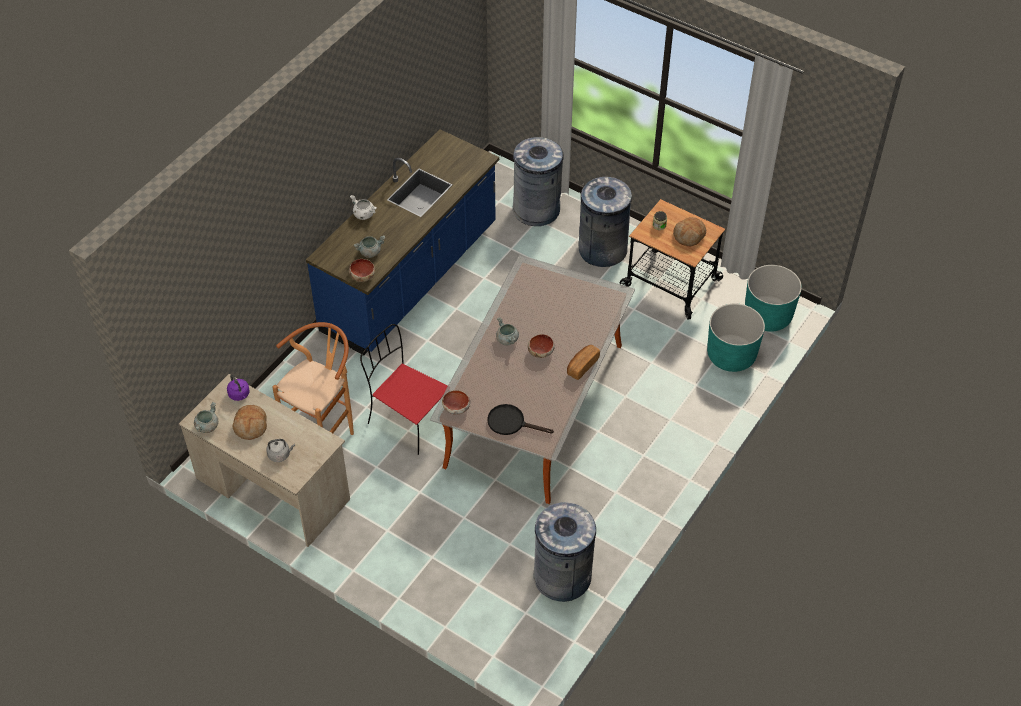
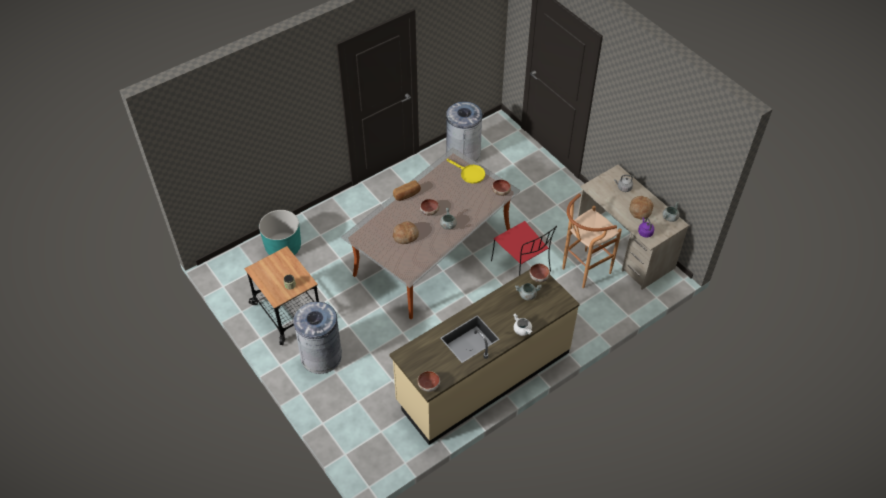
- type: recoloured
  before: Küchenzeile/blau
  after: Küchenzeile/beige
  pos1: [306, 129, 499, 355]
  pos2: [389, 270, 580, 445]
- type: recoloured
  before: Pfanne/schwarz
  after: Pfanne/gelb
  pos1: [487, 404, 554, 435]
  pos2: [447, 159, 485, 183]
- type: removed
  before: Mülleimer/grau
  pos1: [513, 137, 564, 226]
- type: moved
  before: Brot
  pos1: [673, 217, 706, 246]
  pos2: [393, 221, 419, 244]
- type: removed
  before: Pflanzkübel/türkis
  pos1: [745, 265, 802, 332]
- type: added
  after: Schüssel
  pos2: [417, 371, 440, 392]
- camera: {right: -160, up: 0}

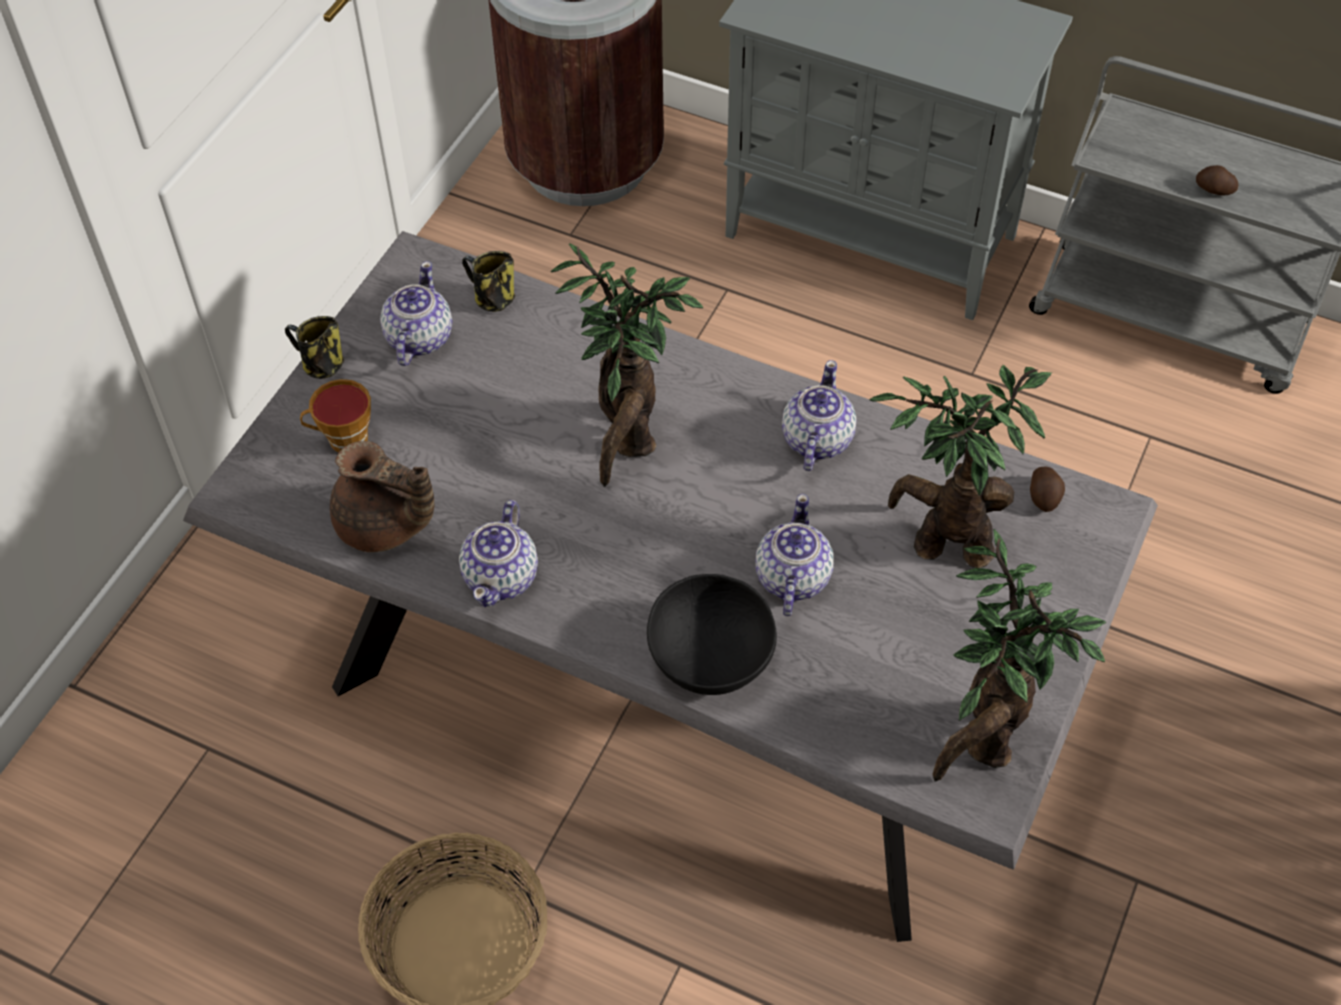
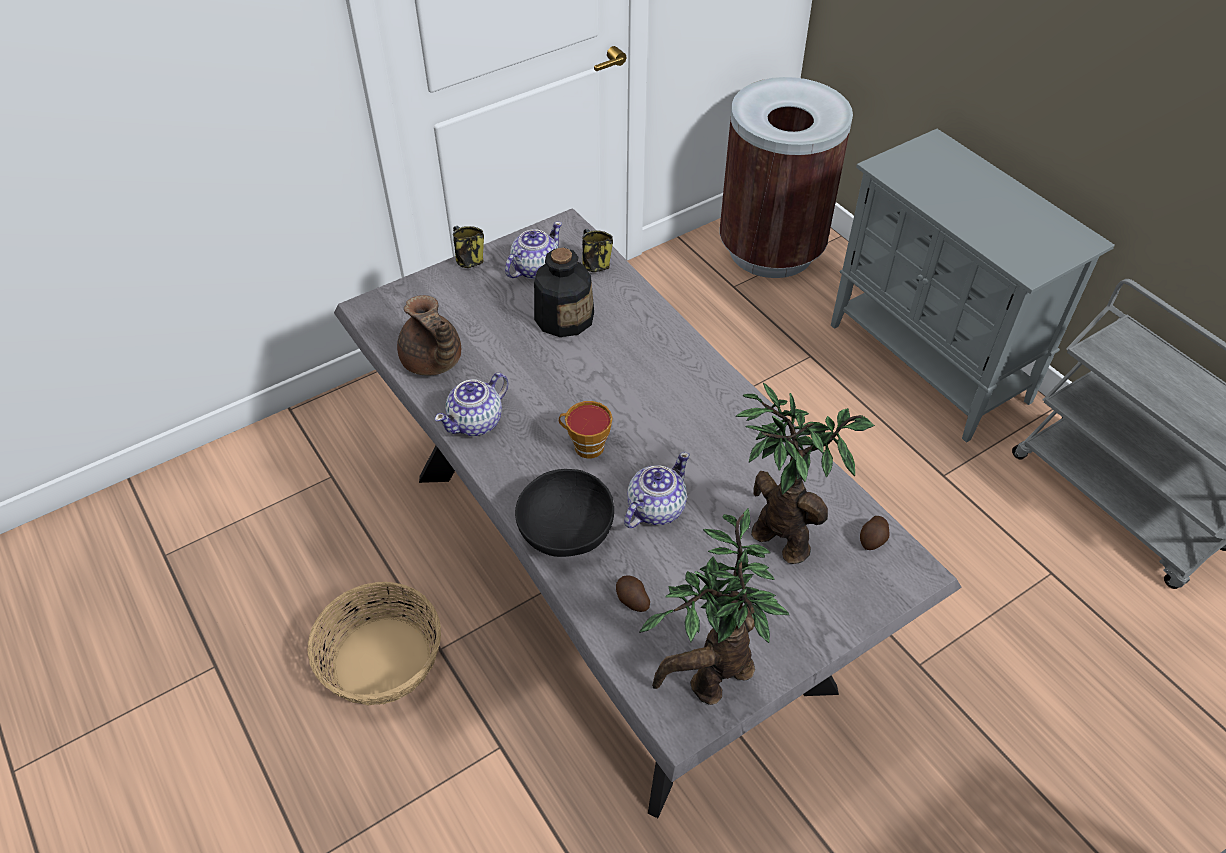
- type: moved
  before: Tasse
  pos1: [300, 379, 371, 452]
  pos2: [559, 401, 613, 459]
- type: removed
  before: Topfpflanze
  pos1: [551, 243, 703, 487]
- type: removed
  before: Teekanne
  pos1: [782, 360, 856, 471]
- type: moved
  before: Kartoffel
  pos1: [1196, 165, 1239, 195]
  pos2: [616, 575, 650, 612]
- type: added
  after: Flasche
  pos2: [534, 248, 594, 337]
- camera: {right: 30, up: -5}

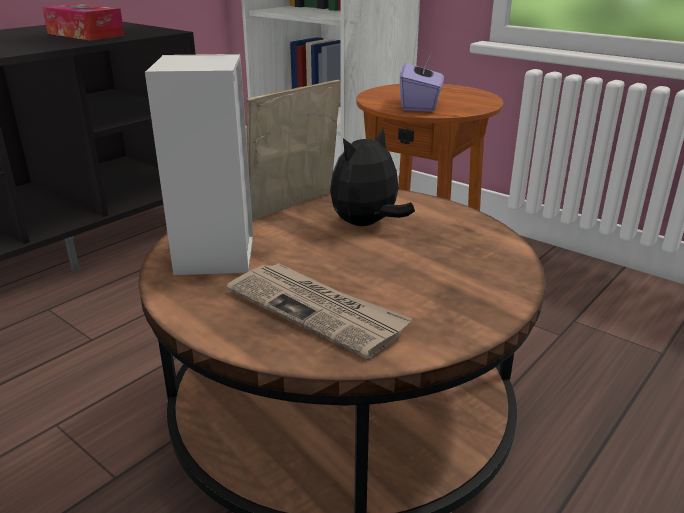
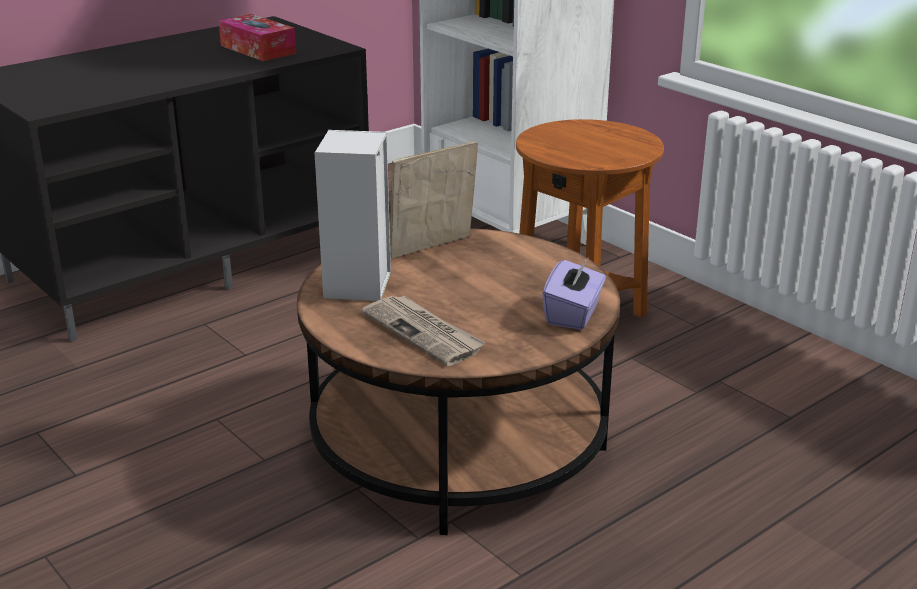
- type: removed
  before: Plüschtier
  pos1: [330, 127, 415, 226]
- type: moved
  before: Taschentuchbox/lila
  pos1: [400, 54, 444, 112]
  pos2: [542, 257, 606, 330]
- camera: {right: 10, up: 0}

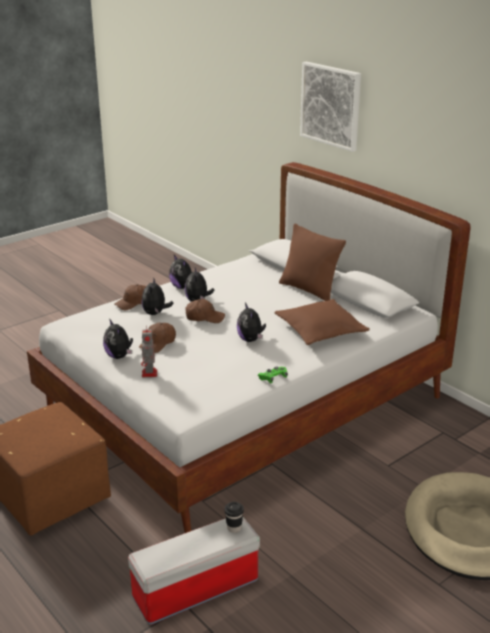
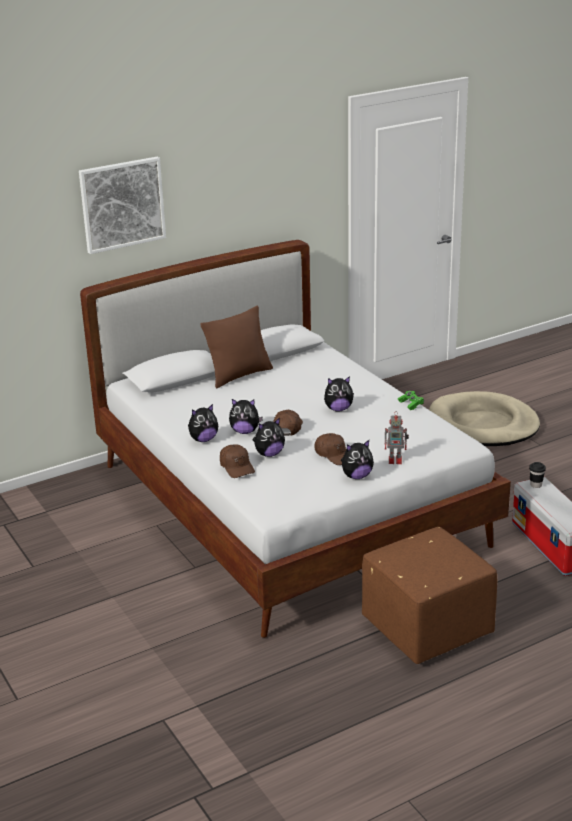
- type: turned
  before: Plüschtier
  pos1: [142, 277, 174, 315]
  pos2: [253, 418, 285, 457]
  turn: -45
- type: removed
  before: Kissen/braun
  pos1: [274, 299, 370, 345]
- camera: {right: -80, up: 0}

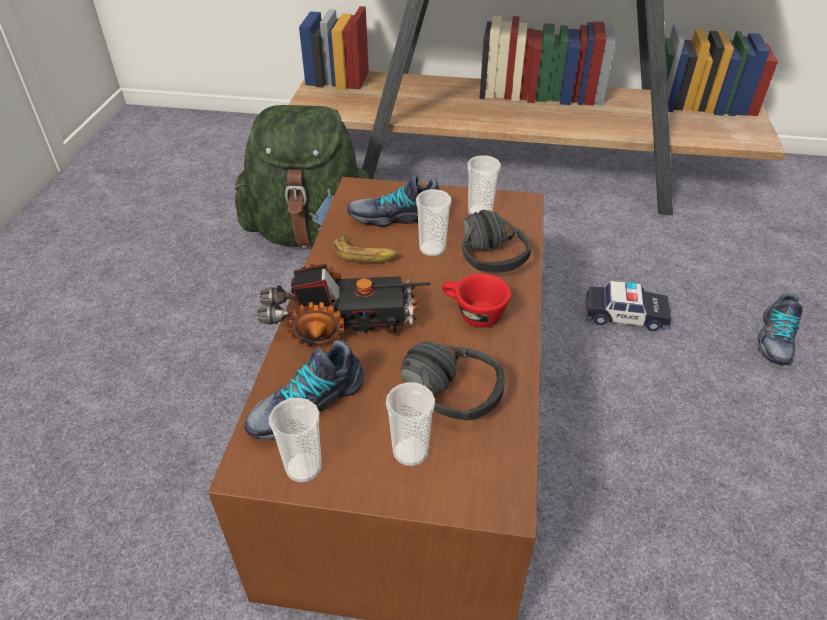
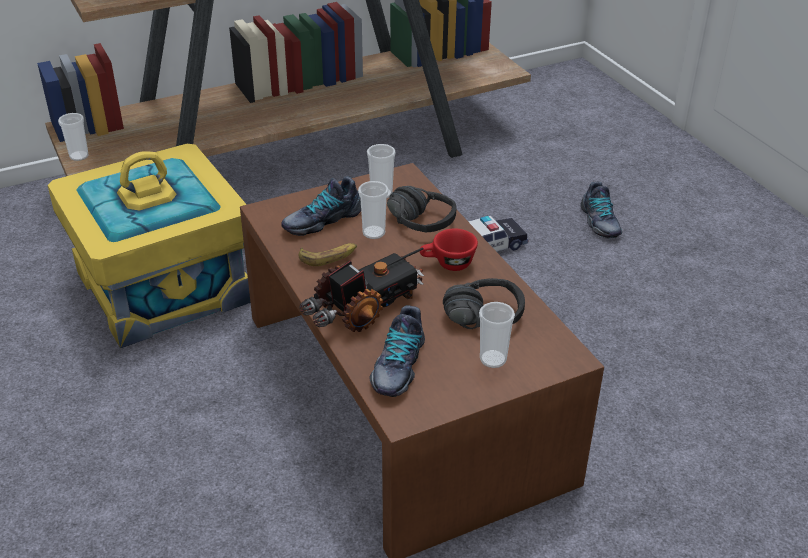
- type: replaced
  before: Rucksack/grün
  after: Aufbewahrungsbox/gelb
  pos1: [235, 105, 370, 248]
  pos2: [48, 144, 251, 348]
- type: moved
  before: Tasse
  pos1: [269, 397, 322, 482]
  pos2: [58, 113, 89, 161]
- camera: {right: -35, up: -5}

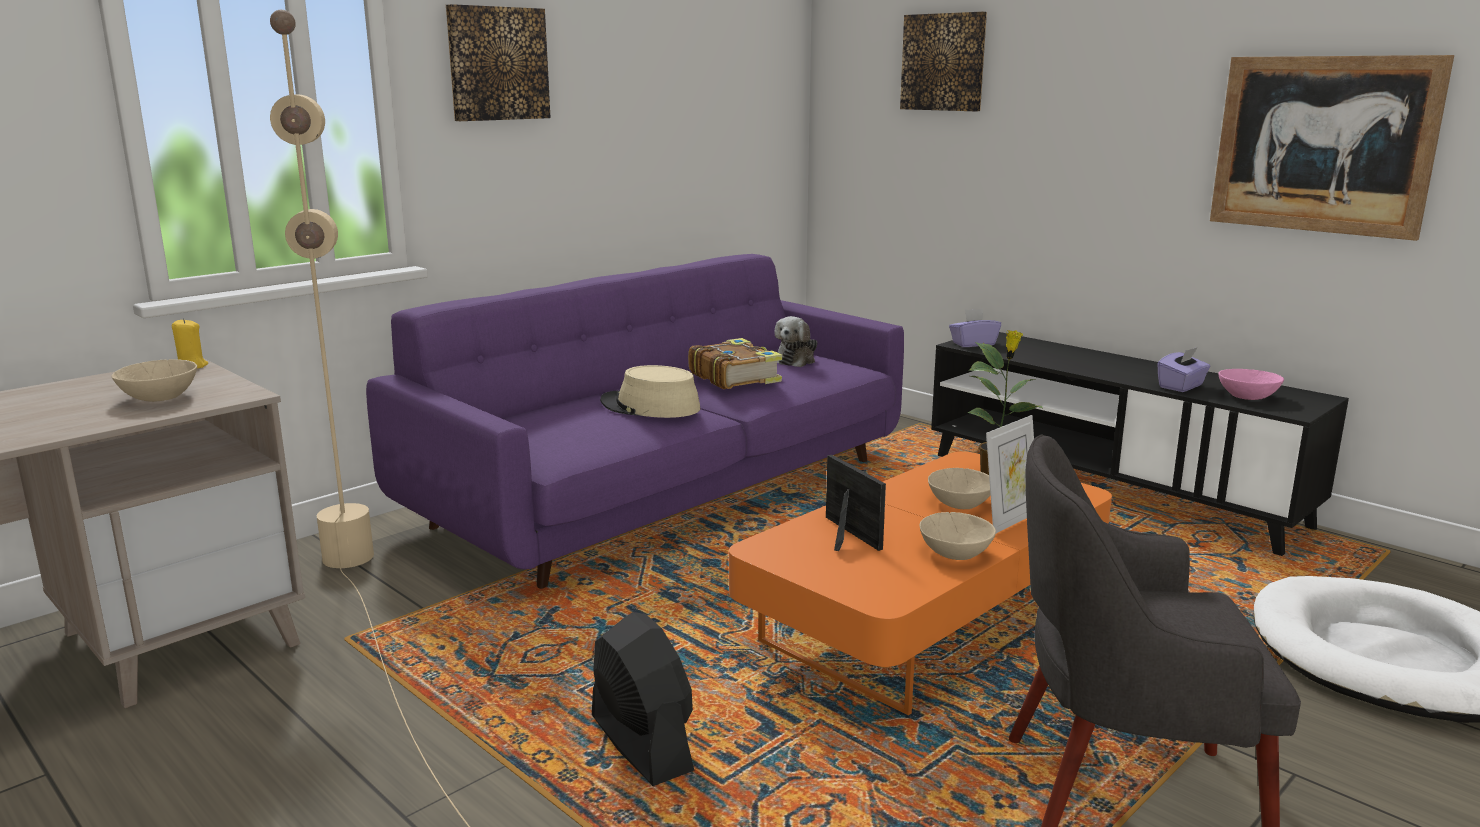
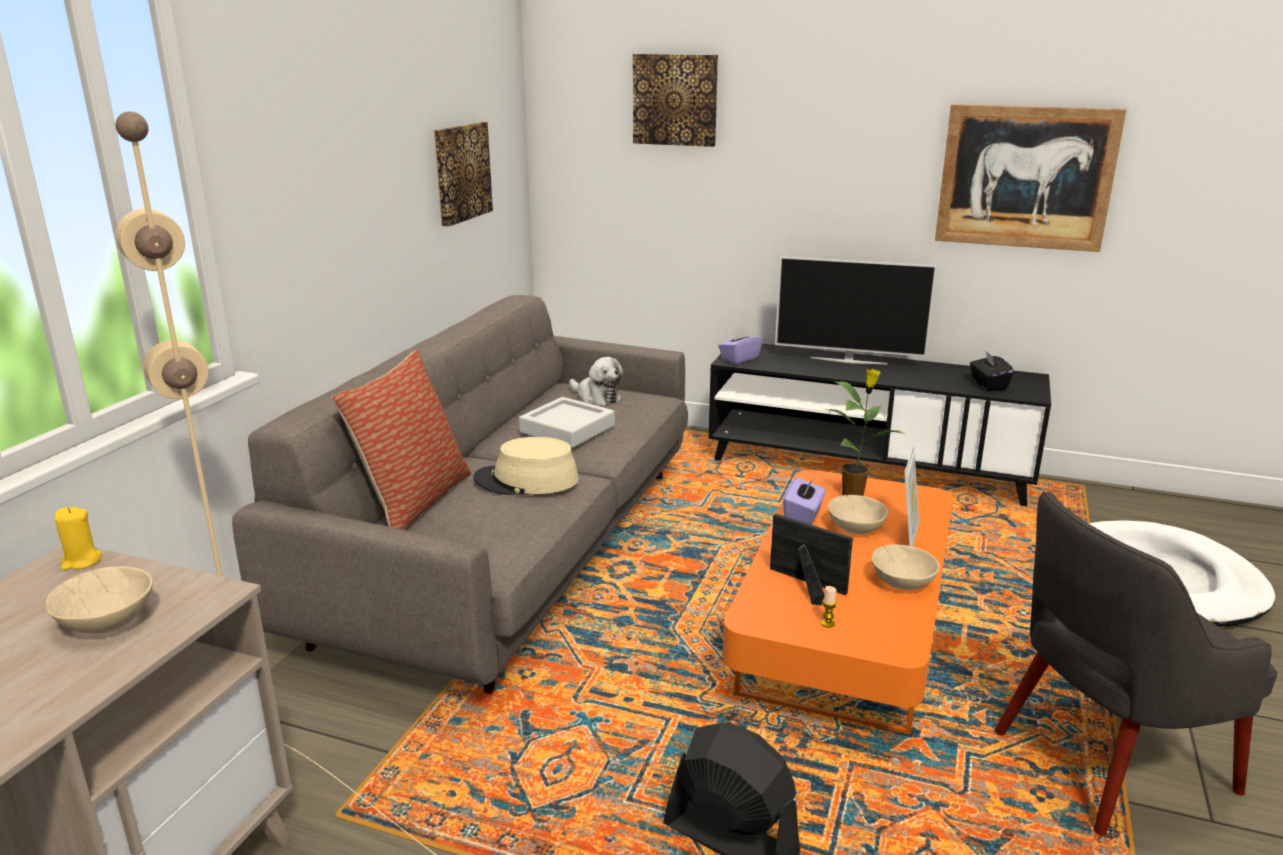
- type: recoloured
  before: Sofa/lila
  after: Sofa/grau
  pos1: [366, 254, 904, 589]
  pos2: [232, 295, 688, 694]
- type: moved
  before: Bild
  pos1: [446, 4, 551, 121]
  pos2: [434, 122, 493, 227]
- type: replaced
  before: Buch
  after: Tablett/grau
  pos1: [688, 338, 782, 389]
  pos2: [519, 397, 615, 448]
- type: turned
  before: Plüschtier
  pos1: [775, 316, 817, 367]
  pos2: [569, 357, 623, 405]
  turn: -45
- type: moved
  before: Taschentuchbox/lila
  pos1: [1157, 347, 1210, 392]
  pos2: [783, 476, 826, 525]
- type: replaced
  before: Schüssel/rosa
  after: Taschentuchbox/schwarz
  pos1: [1218, 369, 1284, 400]
  pos2: [970, 351, 1014, 390]
- type: added
  after: Kissen
  pos2: [331, 350, 471, 530]
- type: added
  after: Fernseher
  pos2: [775, 256, 937, 364]
- type: added
  after: Kerze
  pos2: [821, 586, 837, 628]
- camera: {right: -25, up: 5}

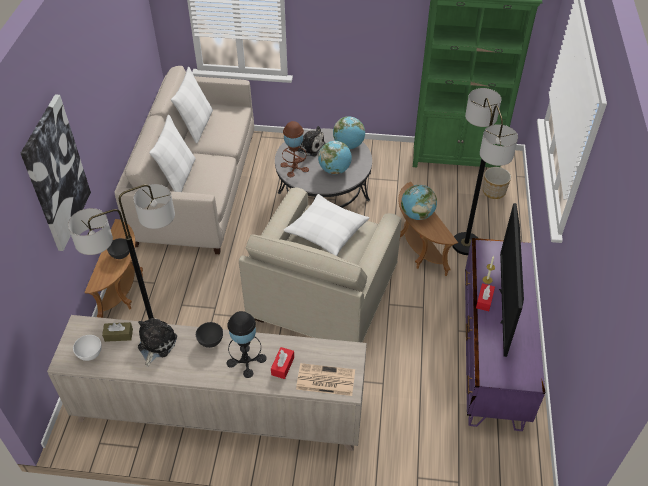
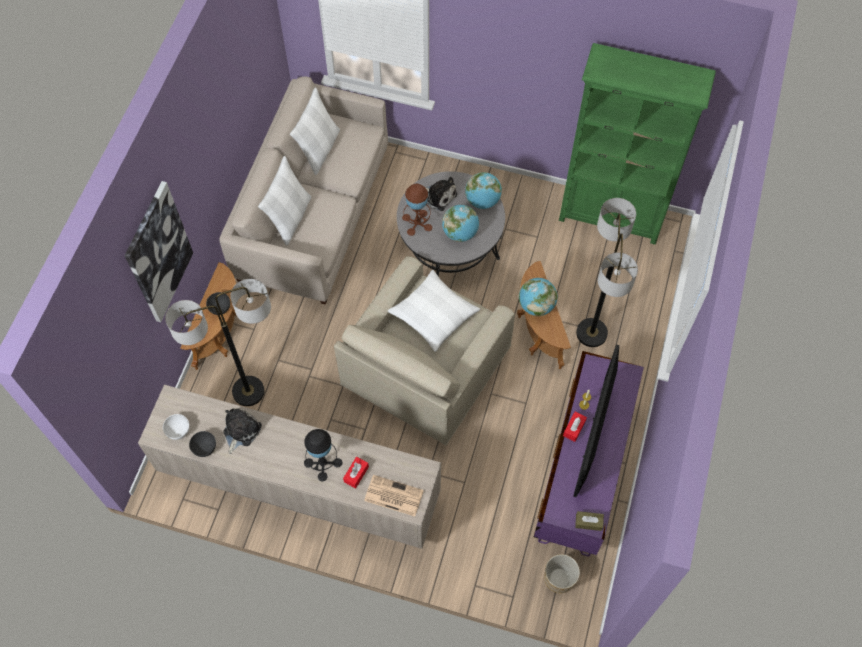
- type: moved
  before: Taschentuchbox/braun
  pos1: [102, 322, 133, 342]
  pos2: [575, 511, 604, 531]
- type: moved
  before: Schüssel/grau
  pos1: [196, 322, 223, 348]
  pos2: [189, 431, 216, 457]
- type: moved
  before: Pflanzkübel
  pos1: [483, 167, 511, 199]
  pos2: [544, 554, 580, 593]
- camera: {right: 10, up: 15}

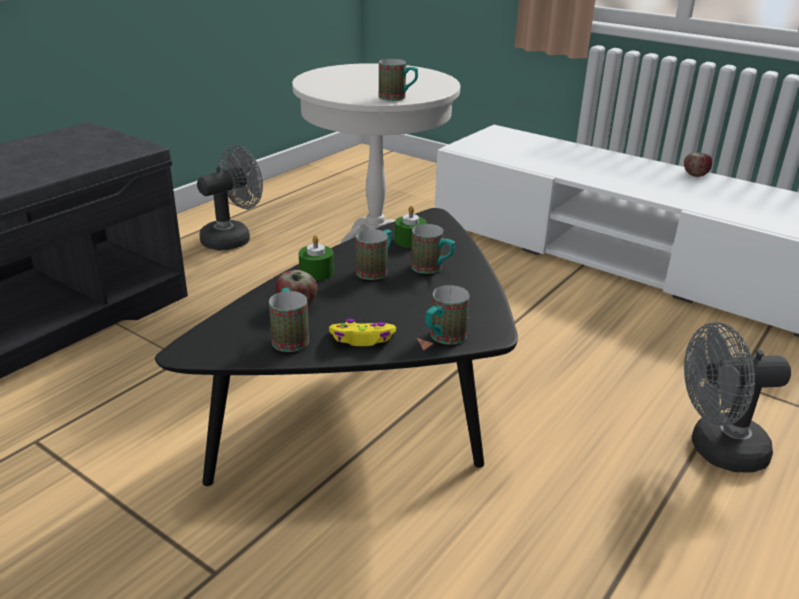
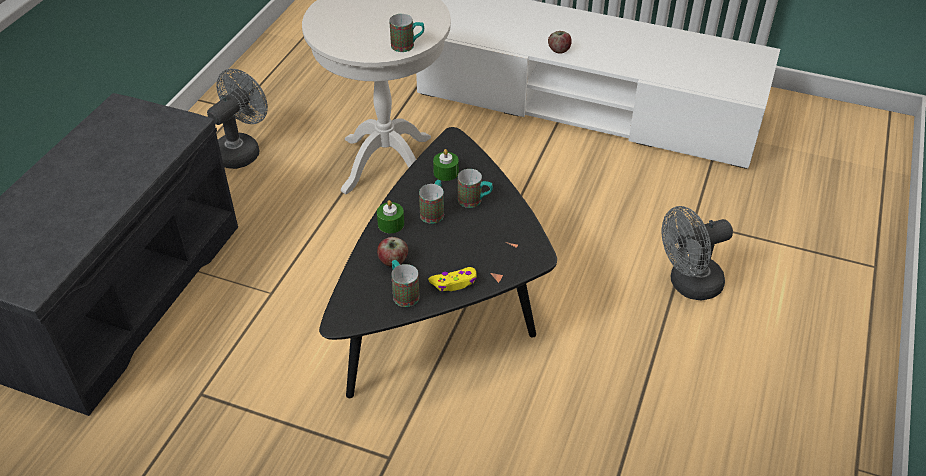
- type: removed
  before: Henkelbecher
  pos1: [425, 285, 470, 345]
- type: moved
  before: Apfel
  pos1: [684, 153, 712, 177]
  pos2: [548, 31, 572, 54]
- camera: {right: -15, up: 15}

